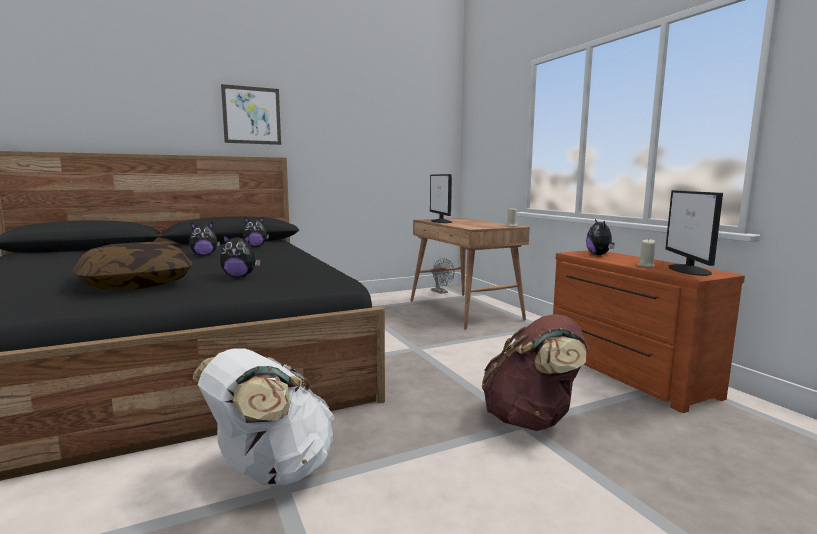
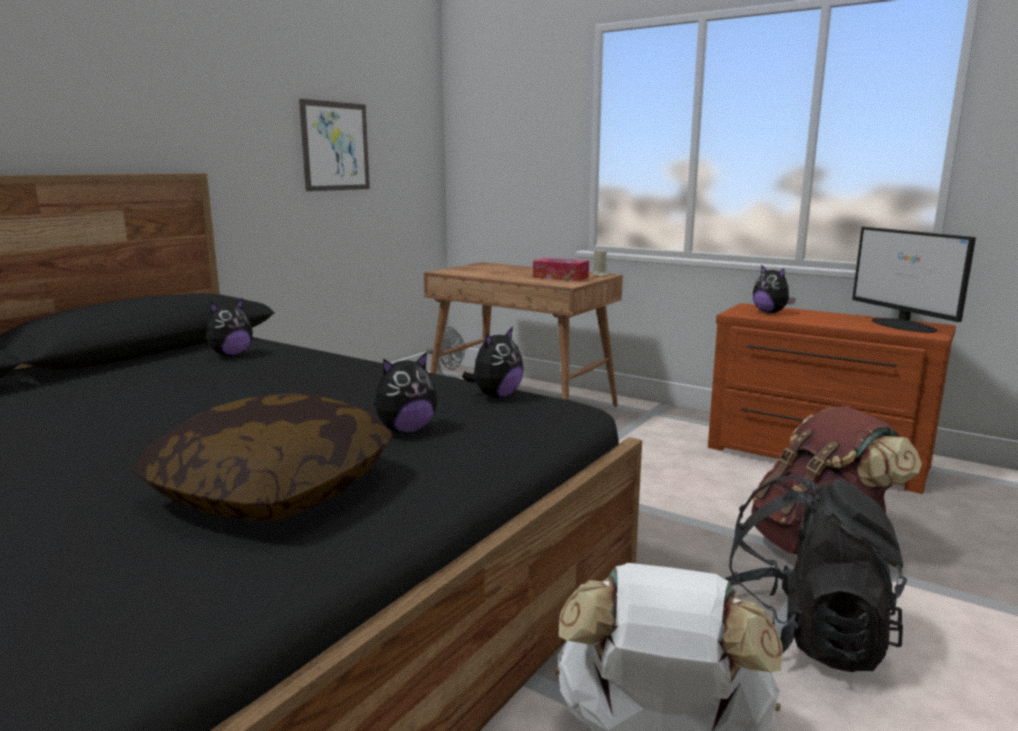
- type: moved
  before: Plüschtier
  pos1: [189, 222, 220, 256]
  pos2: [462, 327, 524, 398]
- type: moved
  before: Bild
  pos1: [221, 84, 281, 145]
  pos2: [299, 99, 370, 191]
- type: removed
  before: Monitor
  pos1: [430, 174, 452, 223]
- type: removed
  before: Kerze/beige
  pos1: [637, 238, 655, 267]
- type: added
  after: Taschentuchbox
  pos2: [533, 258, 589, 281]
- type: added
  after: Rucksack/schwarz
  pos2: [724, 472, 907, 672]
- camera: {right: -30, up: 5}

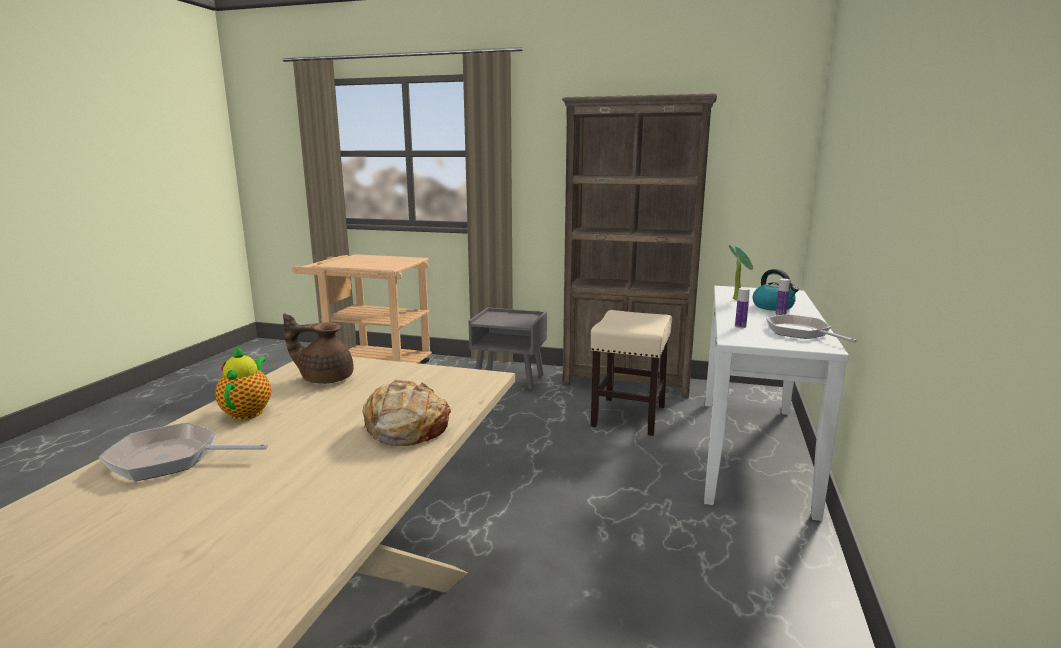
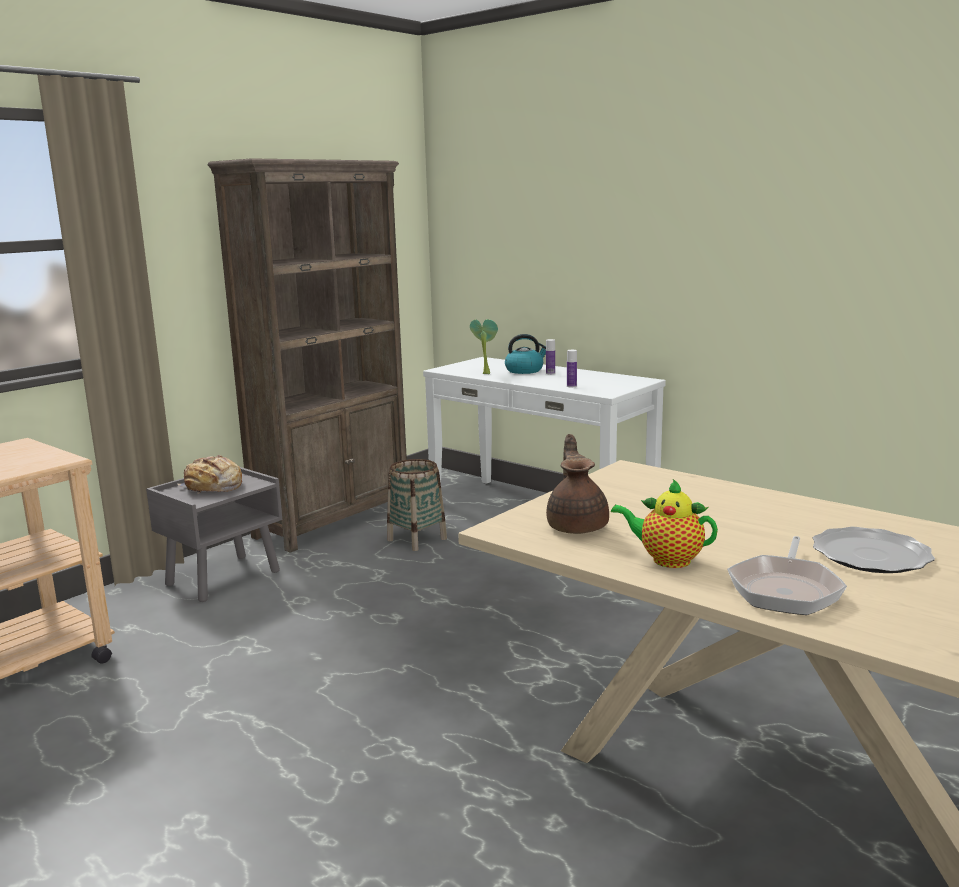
- type: turned
  before: Teekanne/braun
  pos1: [283, 314, 354, 384]
  pos2: [546, 434, 609, 534]
  turn: 150
- type: moved
  before: Brot
  pos1: [361, 380, 451, 446]
  pos2: [177, 455, 242, 494]
- type: replaced
  before: Hocker/beige
  after: Korb
  pos1: [591, 310, 672, 436]
  pos2: [387, 459, 447, 551]
- type: removed
  before: Pfanne
  pos1: [766, 314, 857, 343]
- type: added
  after: Teller
  pos2: [813, 527, 935, 573]
- camera: {right: -65, up: 0}

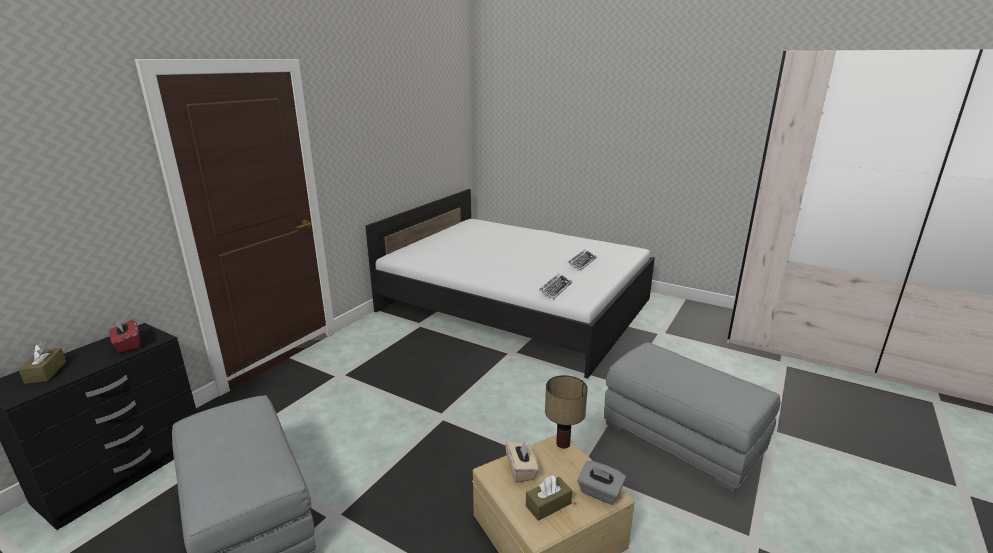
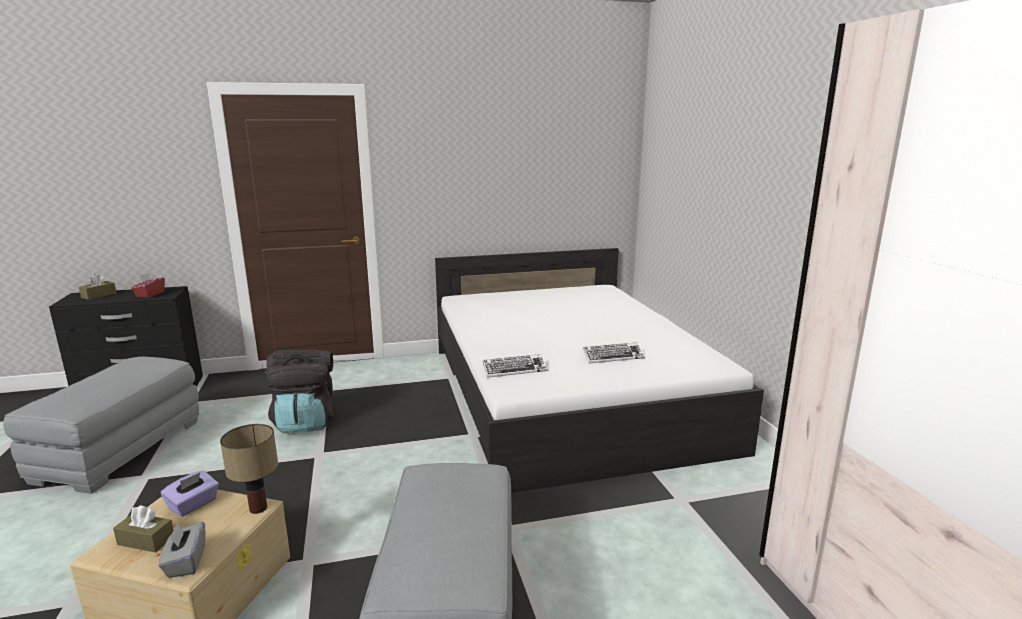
- type: recoloured
  before: Taschentuchbox/beige
  after: Taschentuchbox/lila
  pos1: [505, 440, 539, 483]
  pos2: [161, 471, 219, 517]
- type: added
  after: Rucksack/schwarz
  pos2: [265, 350, 333, 432]
- camera: {right: 45, up: -5}

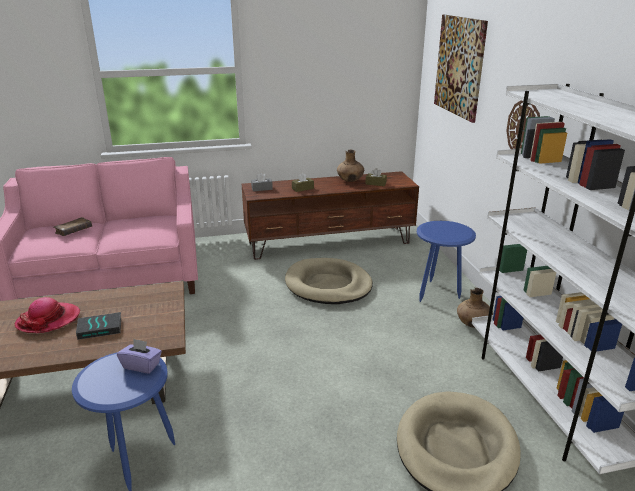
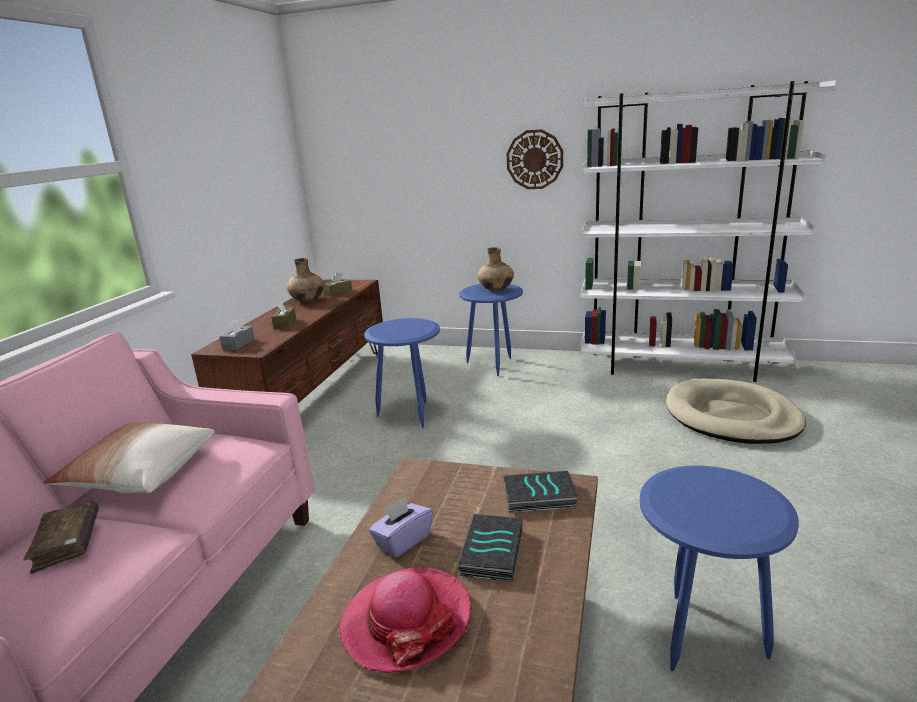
- type: moved
  before: Taschentuchbox/lila
  pos1: [117, 338, 162, 373]
  pos2: [369, 497, 433, 558]
- type: replaced
  before: Hundebett/beige
  after: Beistelltisch/blau
  pos1: [285, 258, 373, 304]
  pos2: [364, 318, 440, 428]
- type: removed
  before: Bild
  pos1: [434, 15, 488, 123]
- type: moved
  before: Vase/braun
  pos1: [457, 288, 493, 328]
  pos2: [477, 247, 514, 291]
- type: added
  after: Kissen
  pos2: [43, 422, 215, 493]
- type: added
  after: Buch
  pos2: [504, 471, 579, 513]
- camera: {right: -60, up: -5}

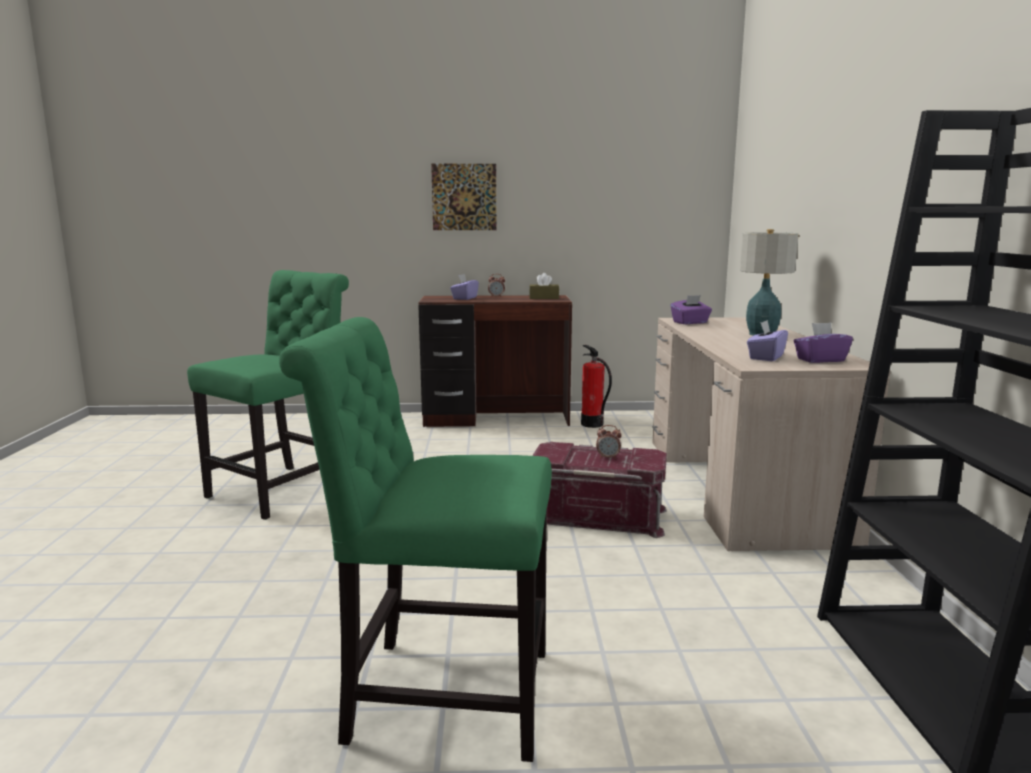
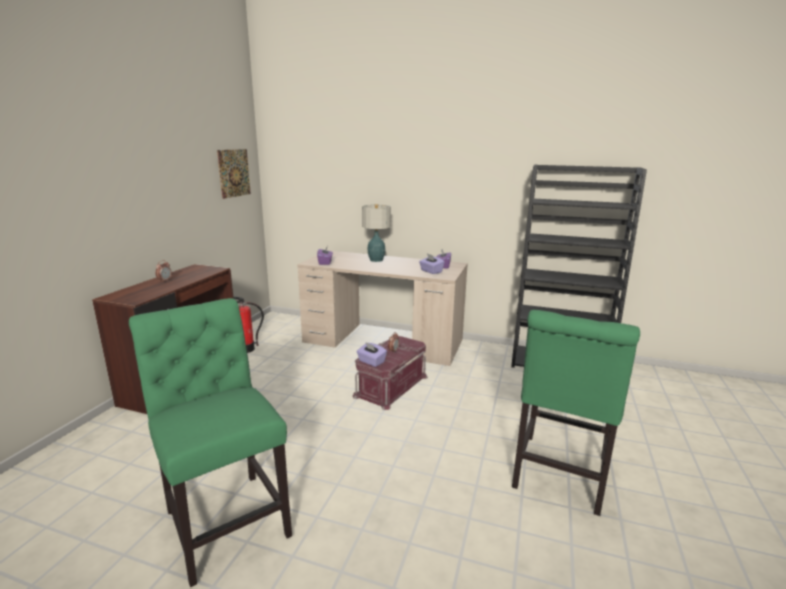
- type: moved
  before: Bild
  pos1: [431, 164, 497, 230]
  pos2: [217, 149, 251, 199]
- type: moved
  before: Taschentuchbox/lila
  pos1: [450, 274, 479, 300]
  pos2: [357, 342, 387, 367]
- type: removed
  before: Taschentuchbox/braun
  pos1: [529, 273, 559, 299]
- camera: {right: -70, up: 5}

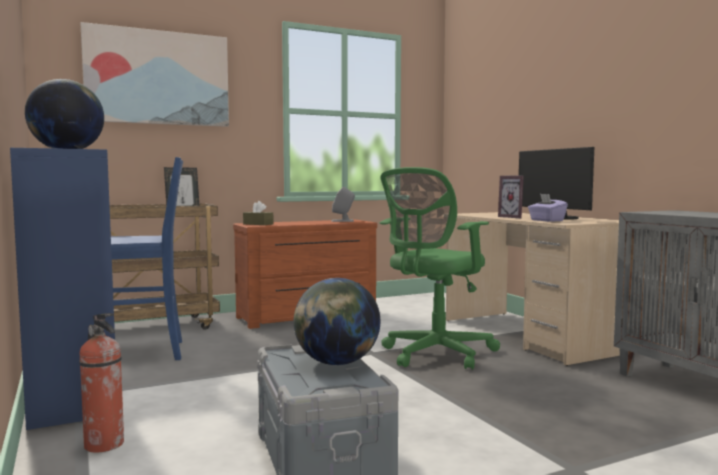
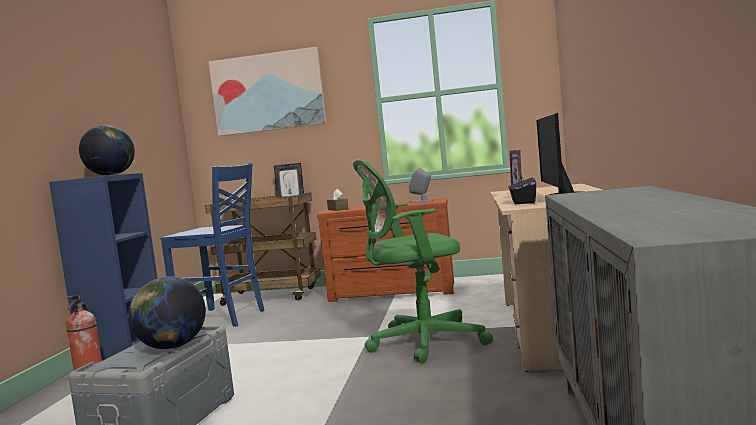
- type: recoloured
  before: Taschentuchbox/lila
  after: Taschentuchbox/schwarz
  pos1: [528, 194, 568, 222]
  pos2: [508, 173, 536, 204]
- camera: {right: 35, up: 0}

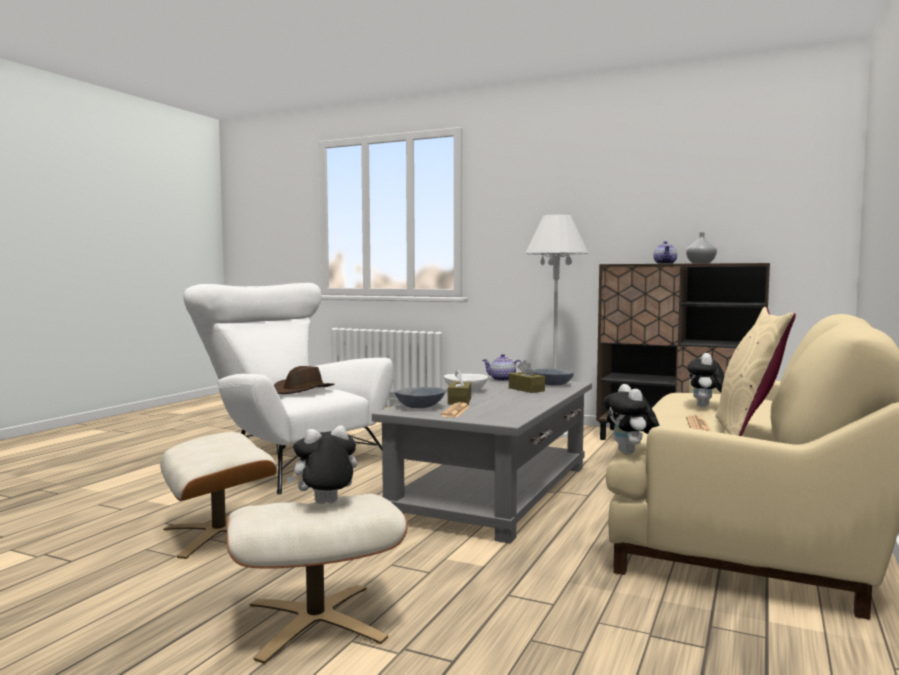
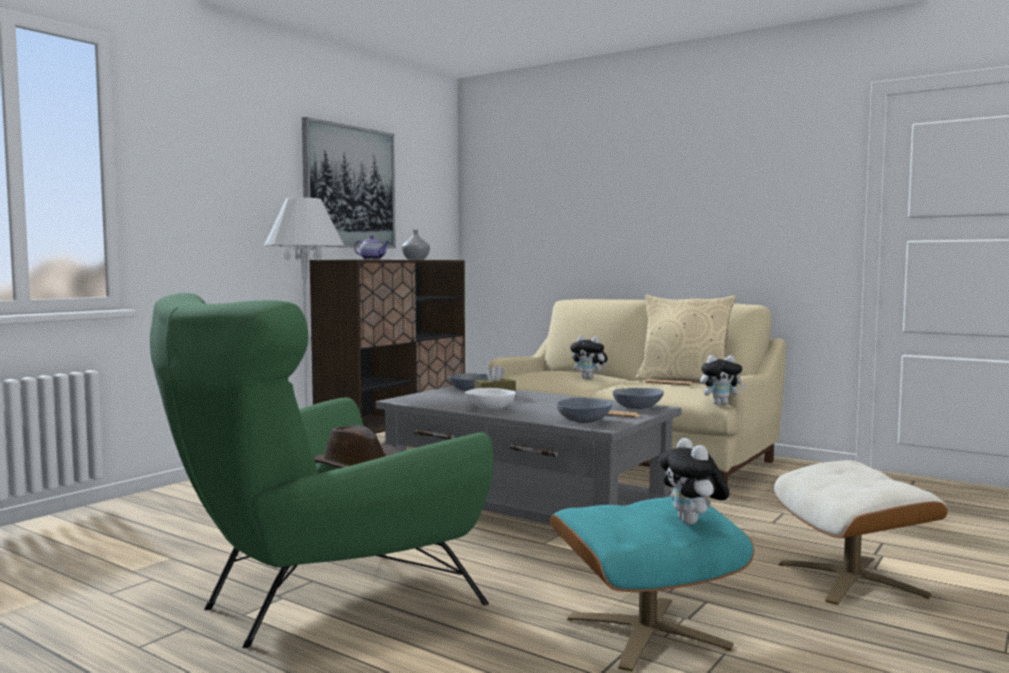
- type: recoloured
  before: Polsterhocker/beige
  after: Polsterhocker/türkis
  pos1: [160, 432, 277, 559]
  pos2: [550, 496, 755, 672]
- type: recoloured
  before: Sessel/weiß
  after: Sessel/grün
  pos1: [183, 283, 393, 494]
  pos2: [150, 293, 493, 648]
- type: moved
  before: Plüschtier
  pos1: [286, 425, 357, 504]
  pos2: [659, 438, 729, 525]
- type: removed
  before: Taschentuchbox/braun
  pos1: [448, 369, 471, 405]
- type: removed
  before: Teekanne
  pos1: [483, 354, 522, 381]
- type: added
  after: Bild
  pos2: [302, 117, 396, 248]
- type: added
  after: Schüssel/grau
  pos2: [613, 388, 664, 409]
- camera: {right: -80, up: 0}

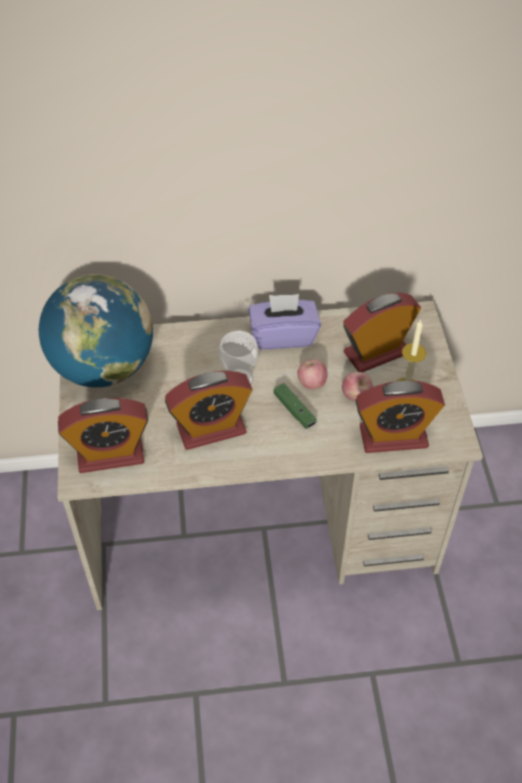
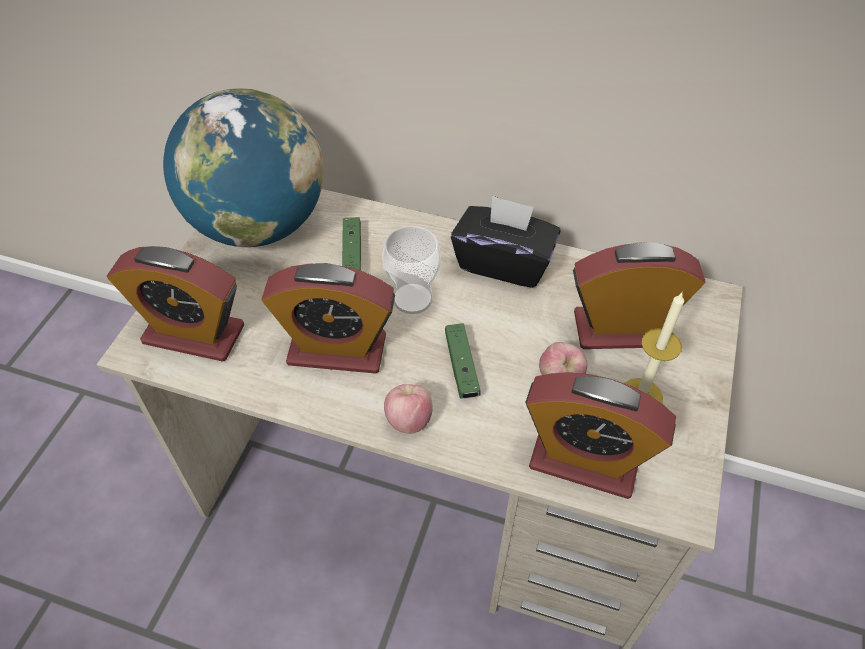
- type: recoloured
  before: Taschentuchbox/lila
  after: Taschentuchbox/schwarz
  pos1: [249, 294, 321, 350]
  pos2: [451, 195, 561, 288]
- type: moved
  before: Apfel
  pos1: [297, 359, 327, 390]
  pos2: [384, 384, 433, 434]
- type: added
  after: Gamepad/grün
  pos2: [342, 217, 361, 271]
- camera: {right: 25, up: 0}

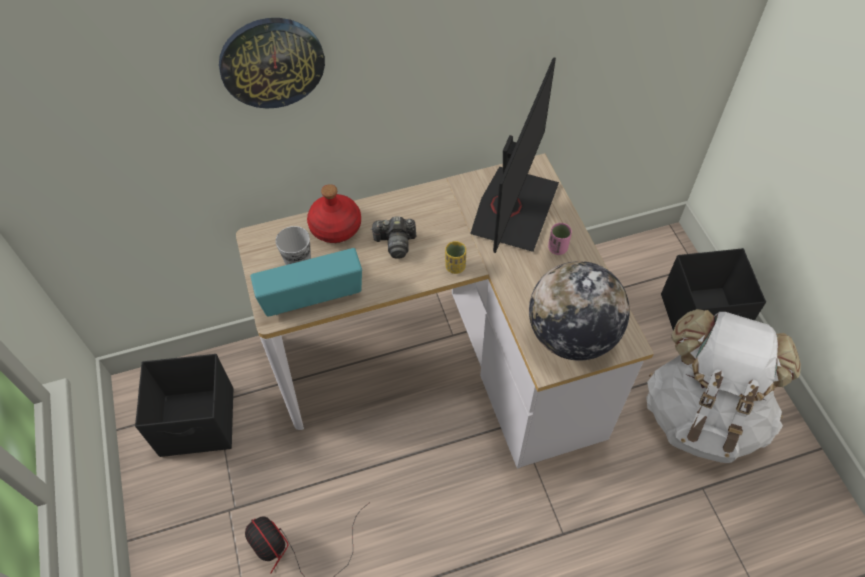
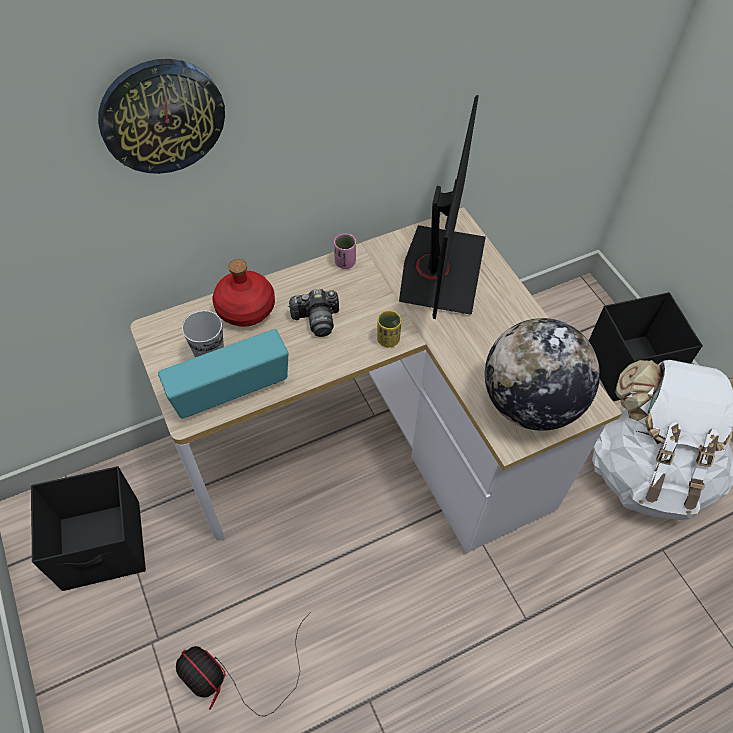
- type: moved
  before: Tasse/rosa
  pos1: [548, 223, 572, 255]
  pos2: [334, 234, 356, 269]
- camera: {right: -10, up: 0}

